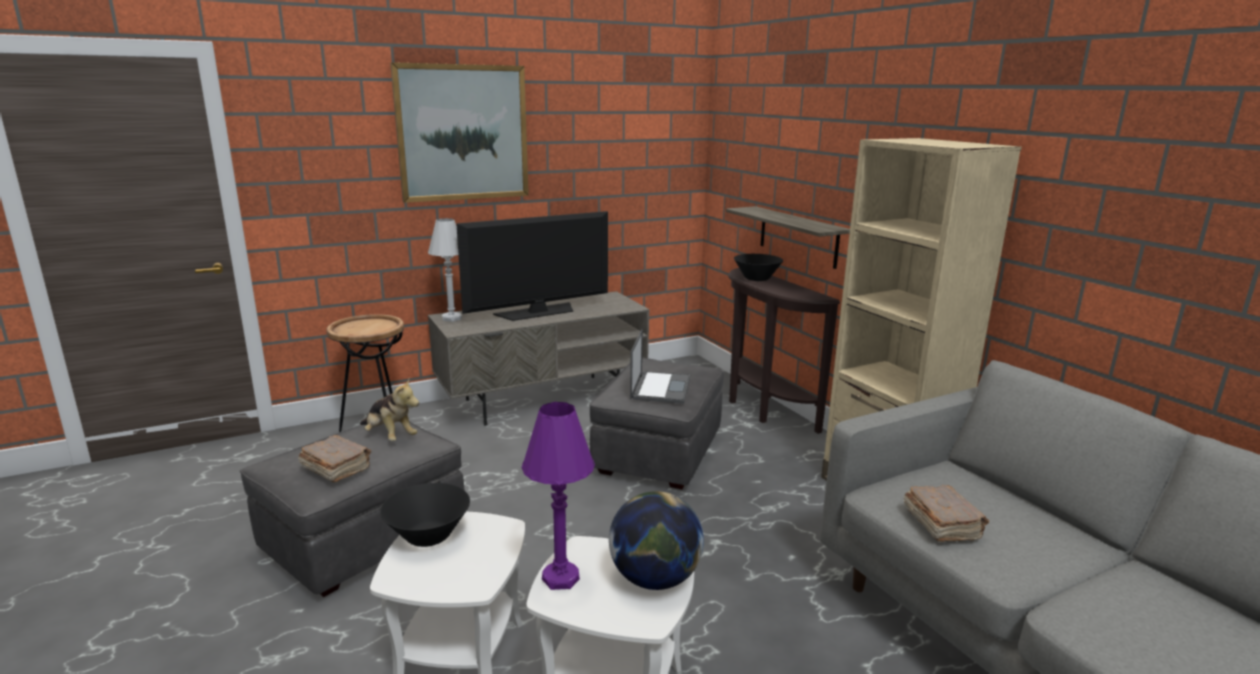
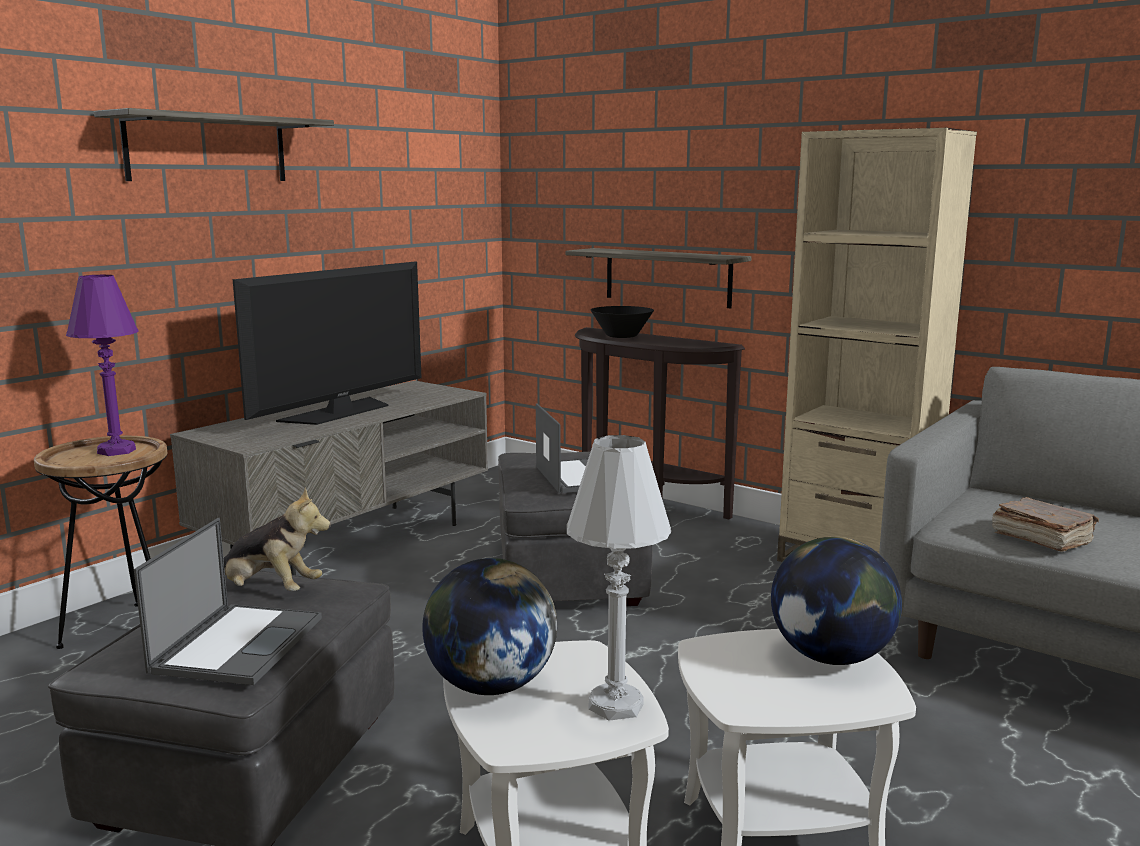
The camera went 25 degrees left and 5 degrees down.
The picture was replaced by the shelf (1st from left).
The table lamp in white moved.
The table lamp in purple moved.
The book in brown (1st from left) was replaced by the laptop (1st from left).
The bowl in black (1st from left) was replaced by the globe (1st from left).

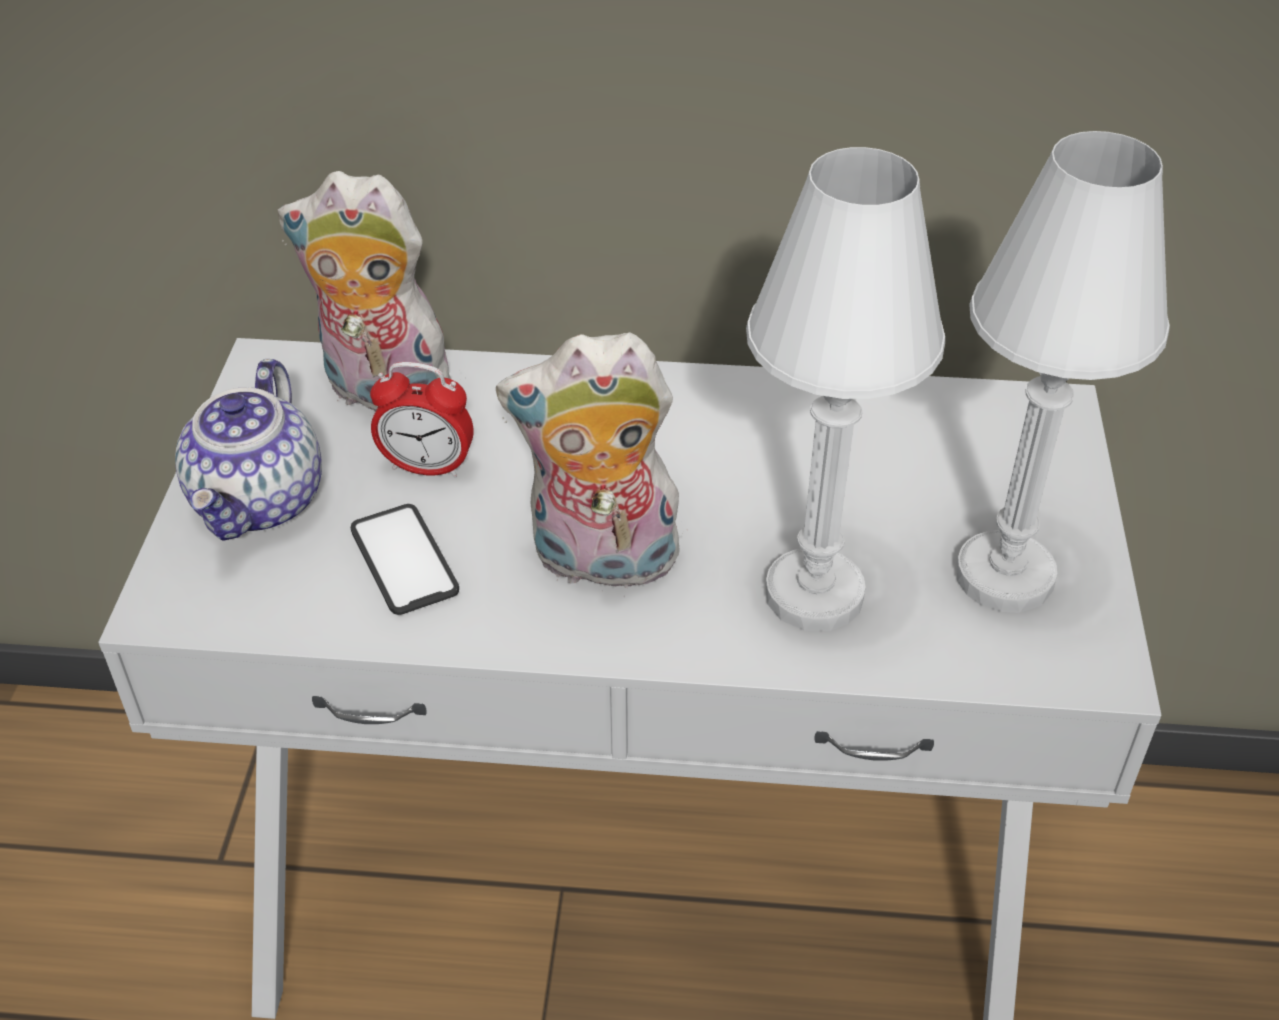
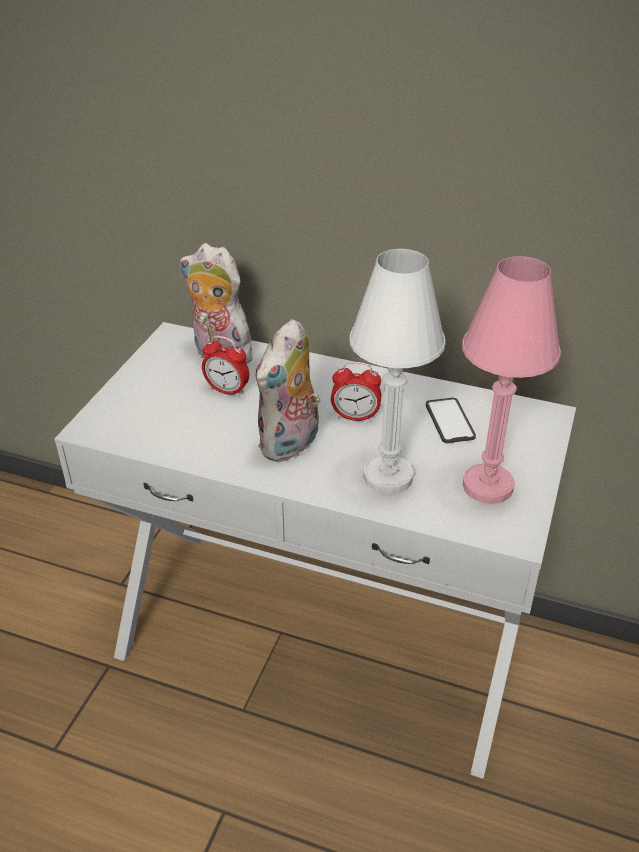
The camera went 15 degrees right and 5 degrees down.
The table lamp in white (2nd from left) became the table lamp in pink.
The plush toy (2nd from left) turned 75 degrees counterclockwise.
The teapot disappeared.
The phone moved.
The alarm clock (2nd from left) appeared.

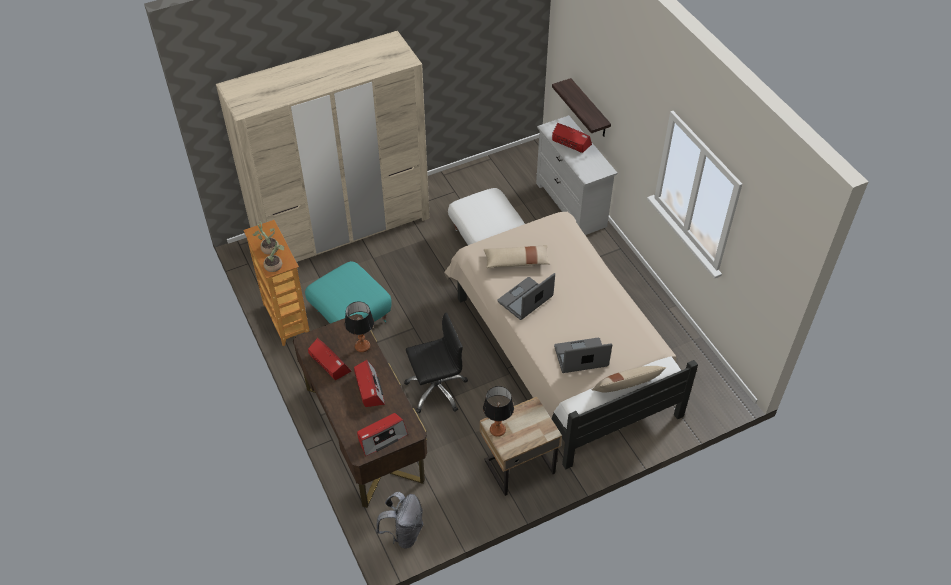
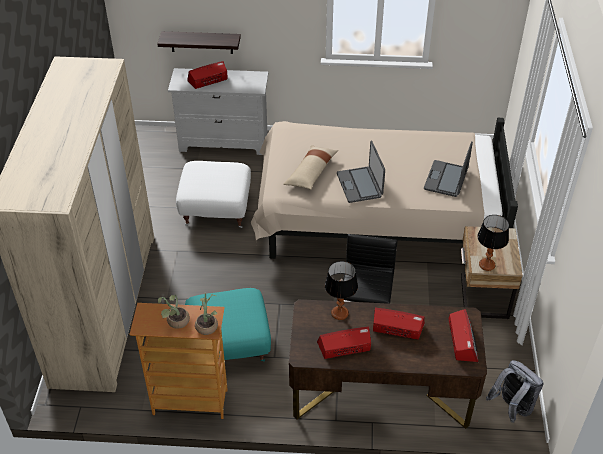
The camera went 60 degrees left and 5 degrees down.
The pillow in beige (2nd from left) disappeared.

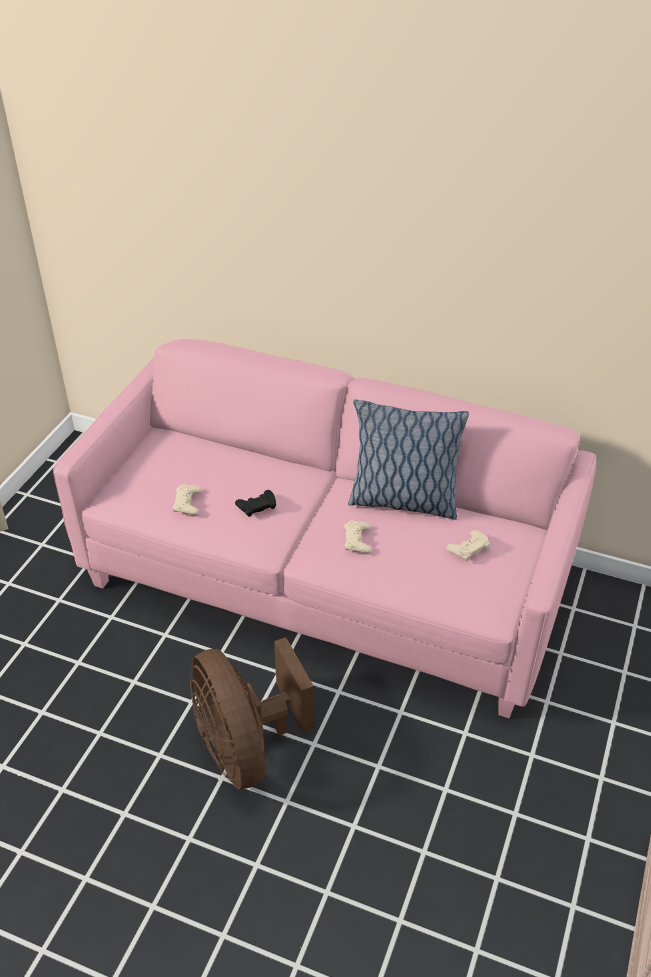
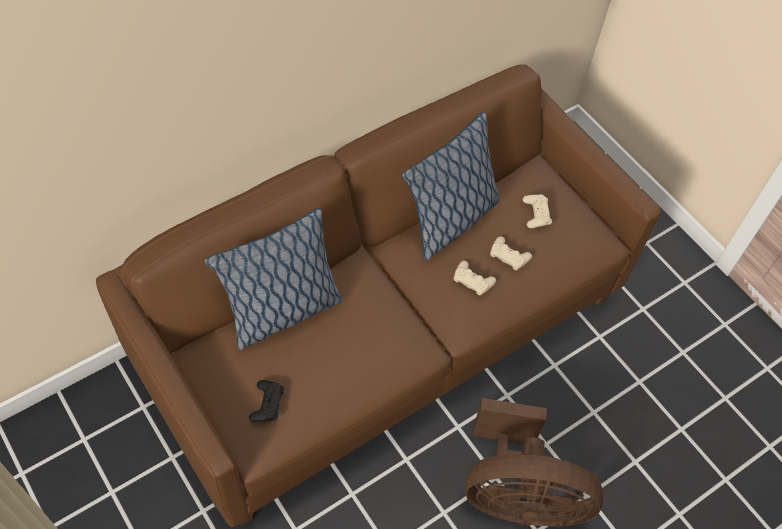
The camera went 60 degrees left and 15 degrees up.
The sofa in pink became the sofa in brown.
The game controller in beige (1st from left in the first image) moved.
The game controller in black moved.
The pillow (1st from left) appeared.

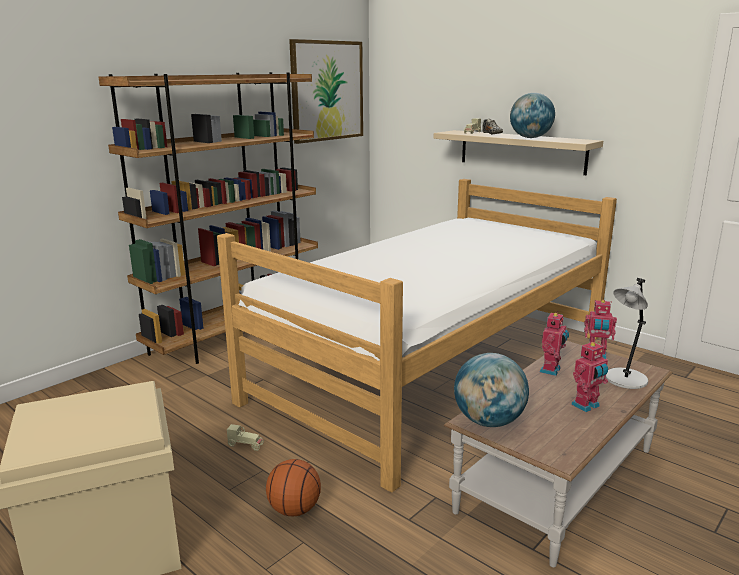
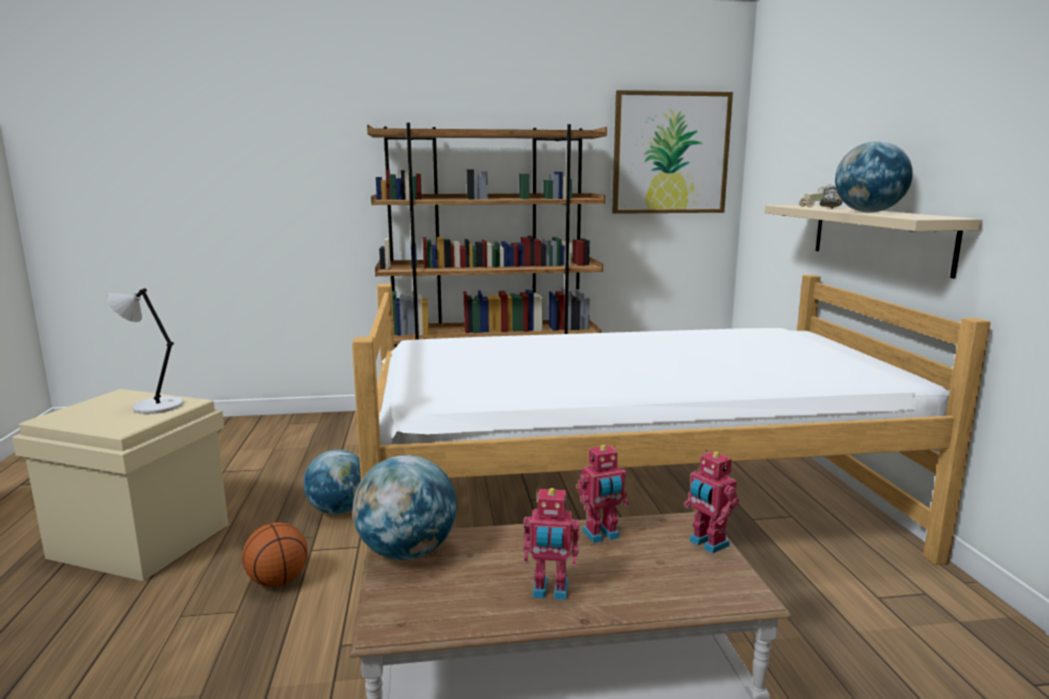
The camera went 40 degrees right and 5 degrees down.
The table lamp in grey moved.
The toy car in beige (1st from left) was replaced by the globe (1st from left).

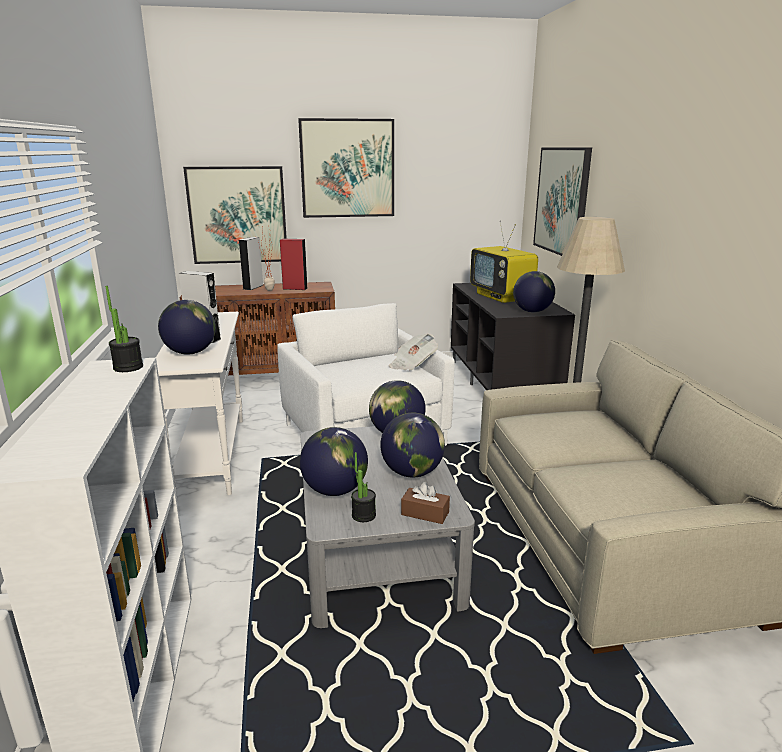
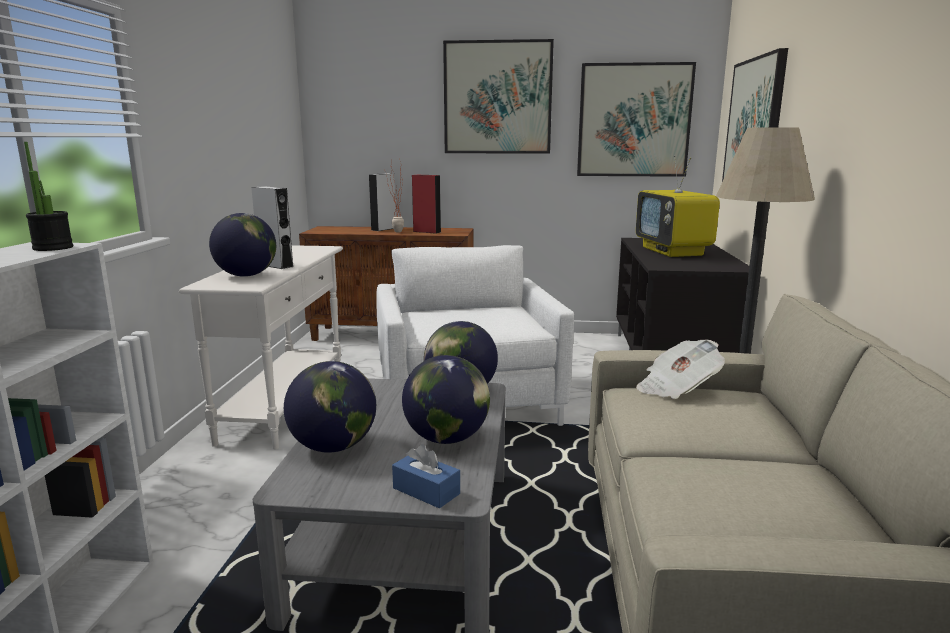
The camera went 15 degrees right and 5 degrees down.
The picture (1st from left in the first image) moved.
The globe (5th from left) disappeared.
The newspaper moved.
The potted plant (3rd from left) disappeared.
The tissue box in brown became the tissue box in blue.

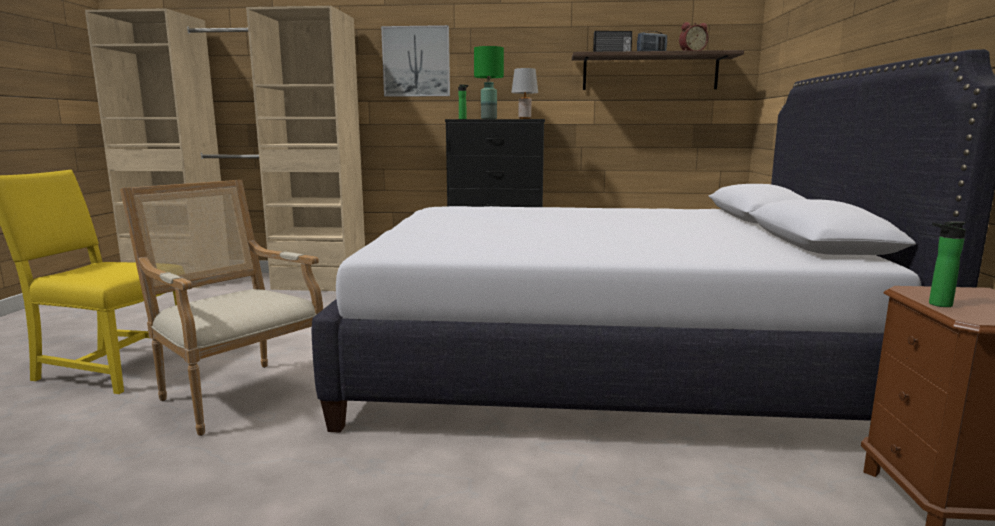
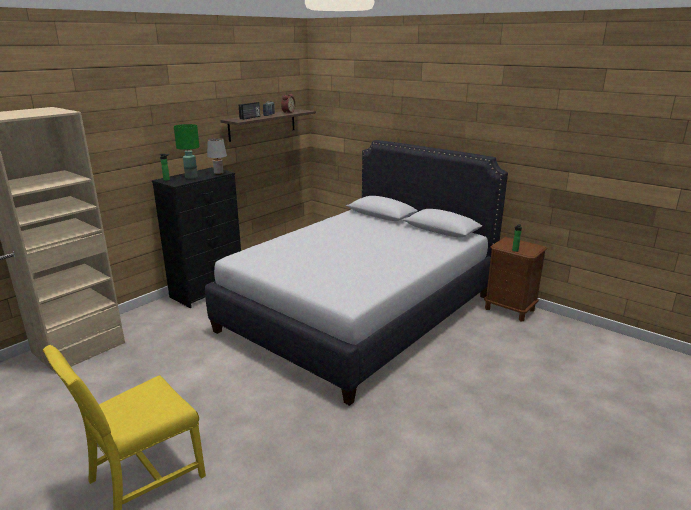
The camera went 55 degrees left and 10 degrees up.
The picture disappeared.
The armchair disappeared.

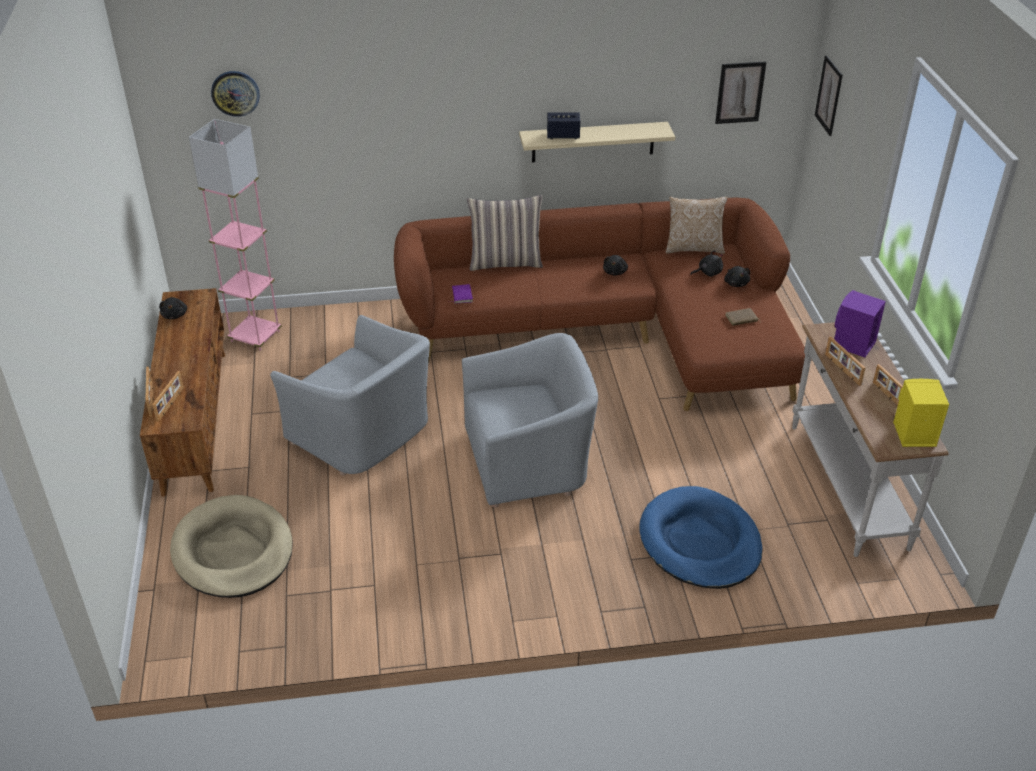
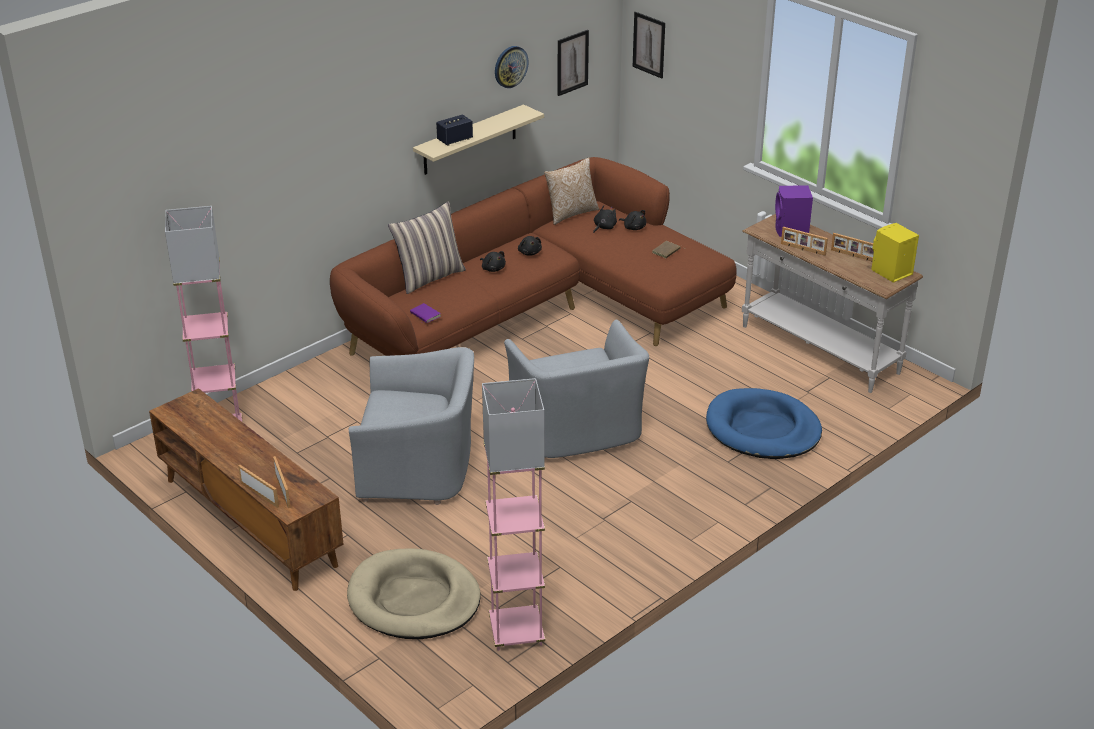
The camera went 35 degrees left and 5 degrees down.
The wall clock moved.
The plush toy in black (1st from left) moved.
The armchair in grey (2nd from left) turned 120 degrees clockwise.
The floor lamp in pink (2nd from left) appeared.

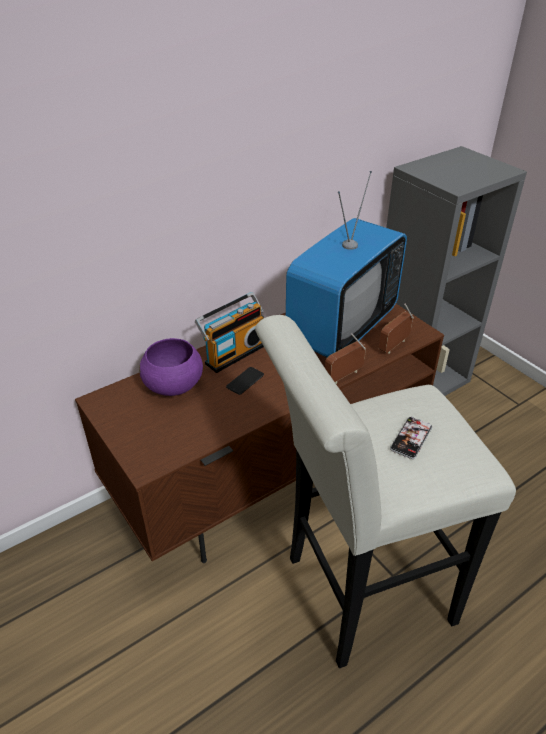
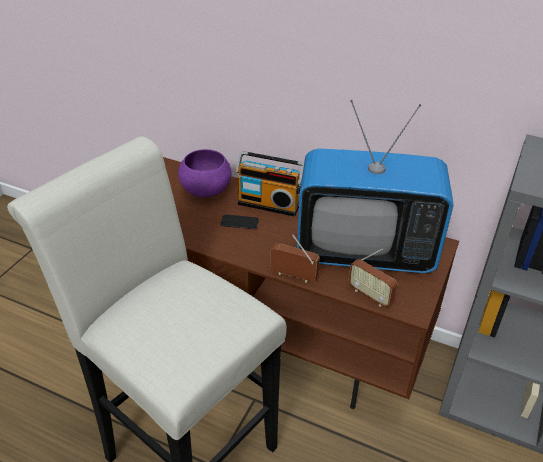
The camera went 60 degrees right and 0 degrees up.
The radio (3rd from left) turned 150 degrees counterclockwise.
The phone (2nd from left) disappeared.

